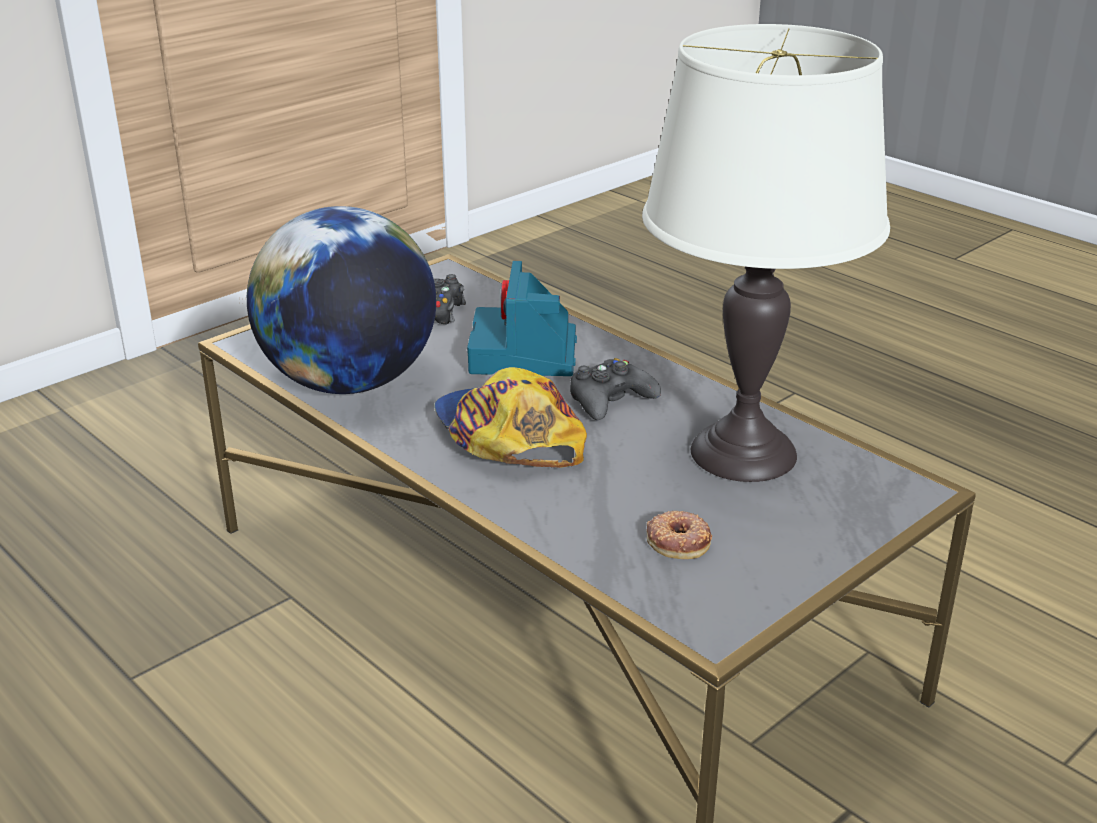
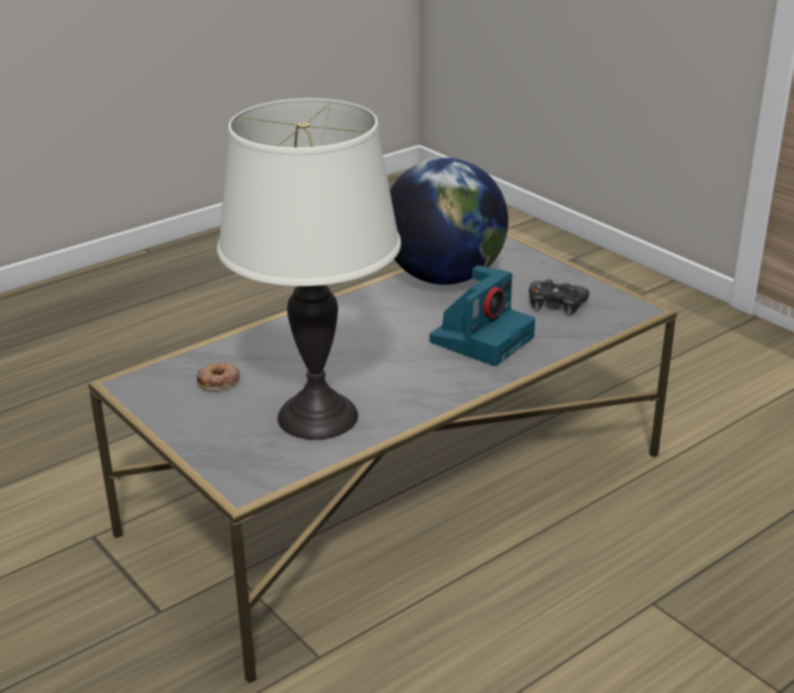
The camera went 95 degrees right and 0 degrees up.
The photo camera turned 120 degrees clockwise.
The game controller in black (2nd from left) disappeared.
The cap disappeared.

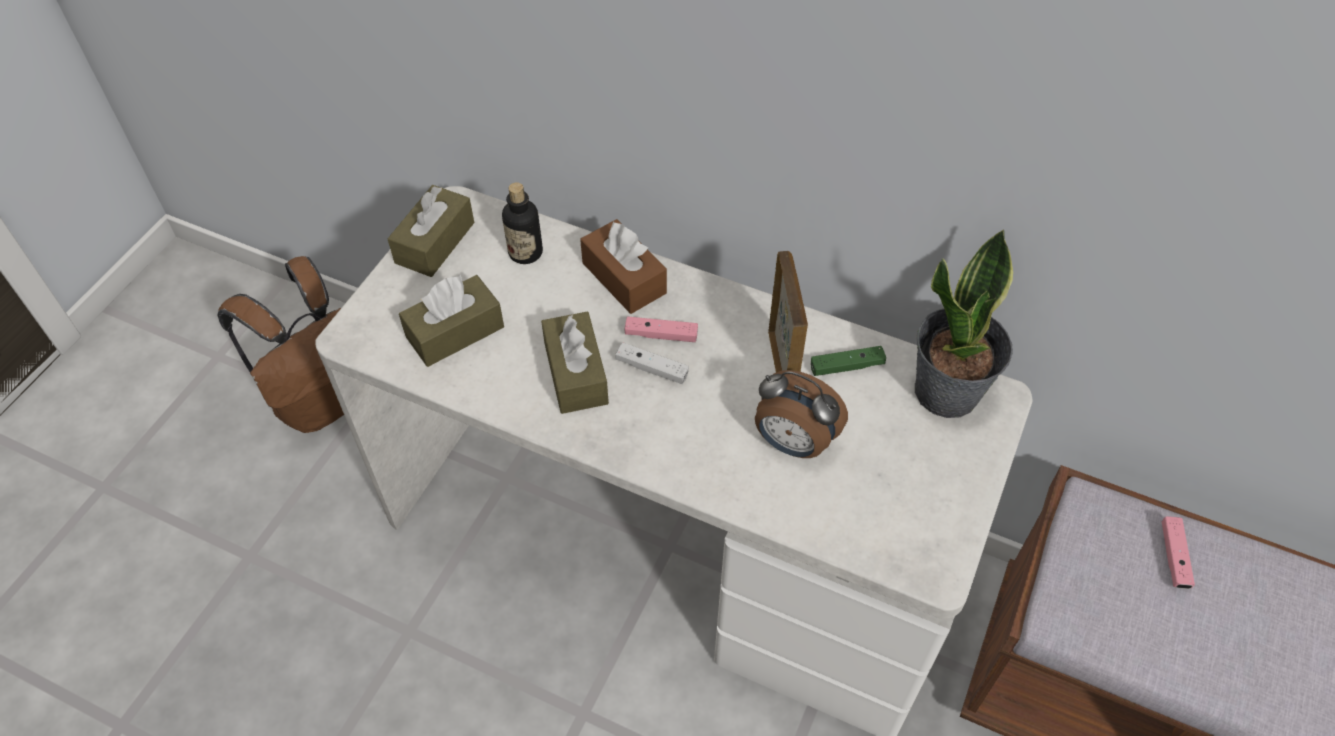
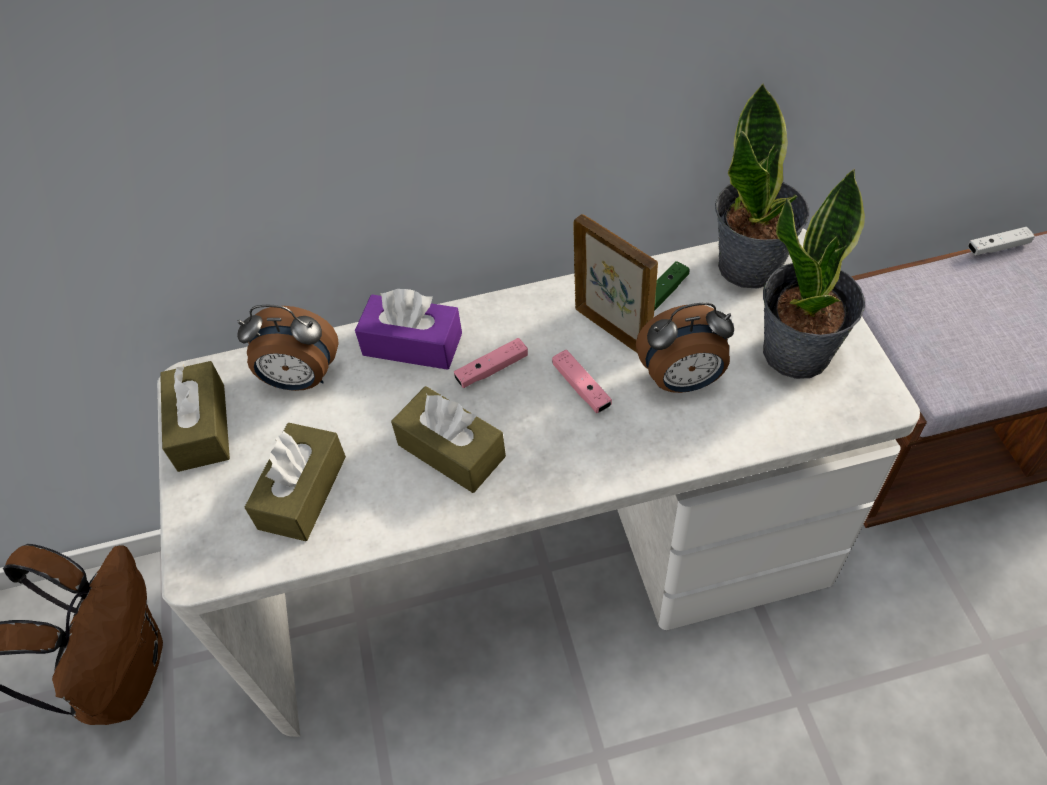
The camera went 35 degrees left and 0 degrees up.
The bottle was replaced by the alarm clock (1st from left).
The tissue box in brown (4th from left) became the tissue box in purple.
The game controller in white moved.
The game controller in pink (2nd from left) moved.
The potted plant (2nd from left) appeared.

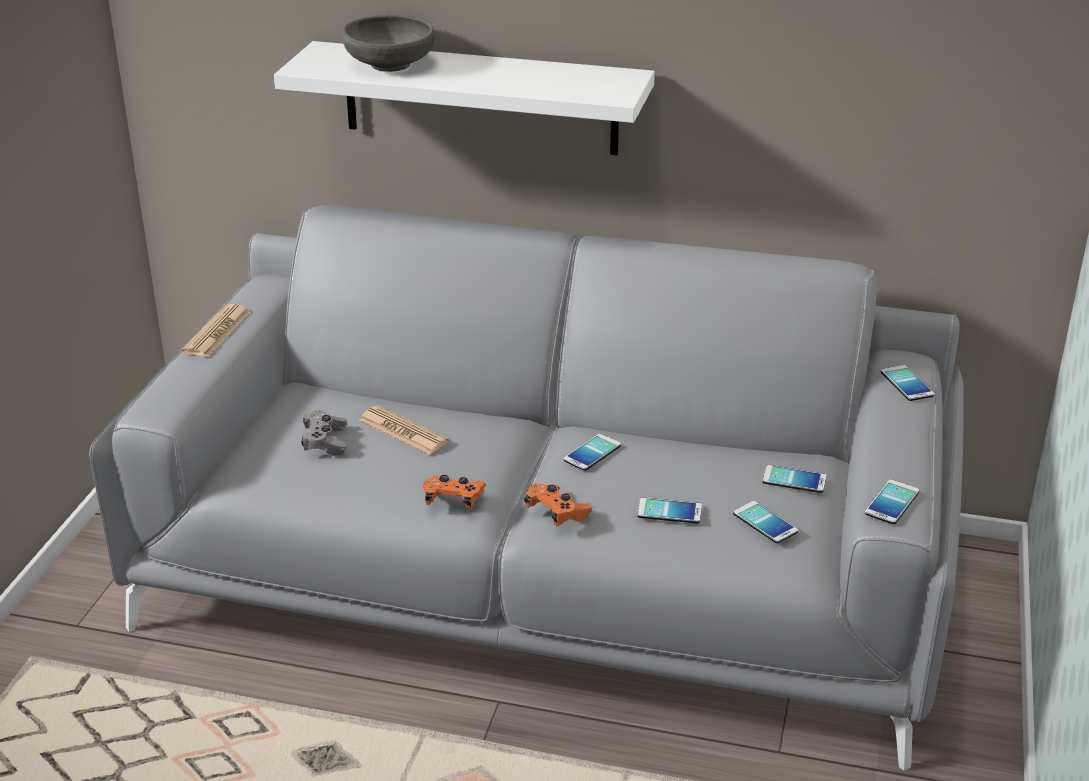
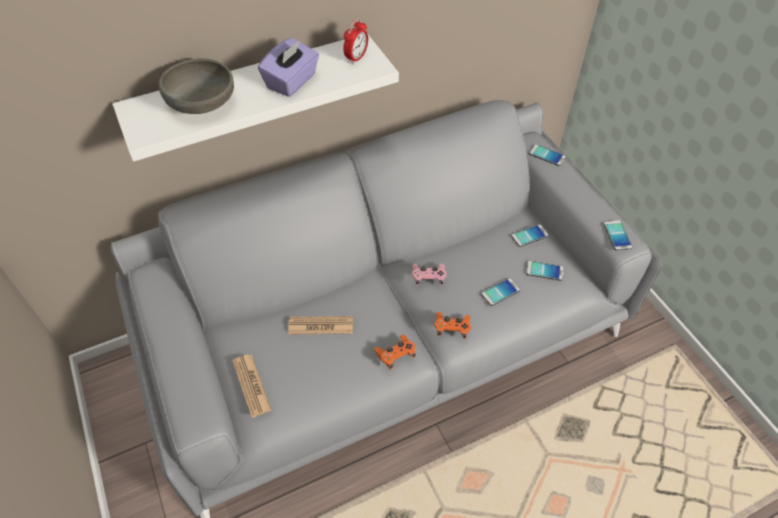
The camera went 40 degrees left and 20 degrees up.
The newspaper (1st from left) moved.
The game controller in grey disappeared.
The phone (1st from left) was replaced by the game controller in pink.
The alarm clock appeared.
The tissue box in purple appeared.

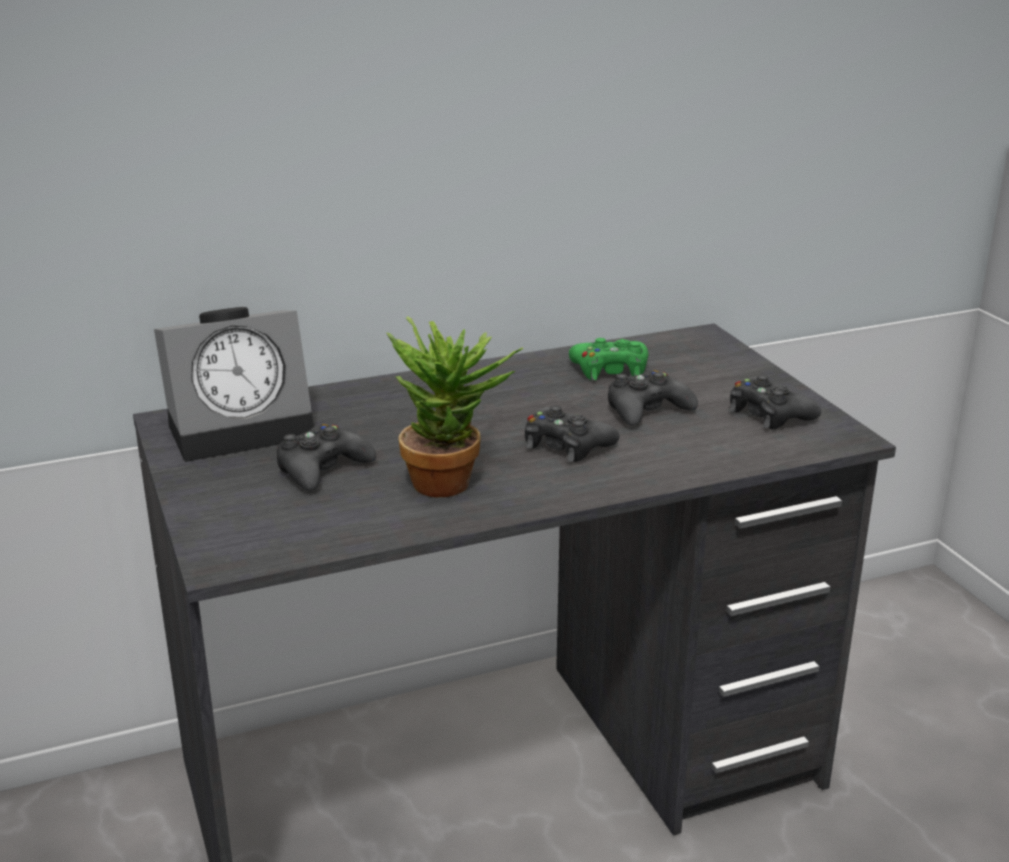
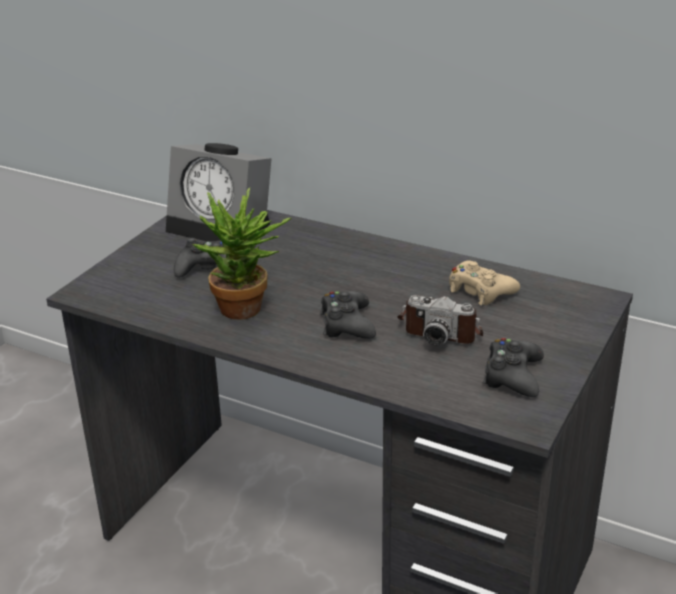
The camera went 50 degrees right and 5 degrees up.
The game controller in green became the game controller in beige.
The game controller in black (3rd from left) was replaced by the photo camera.

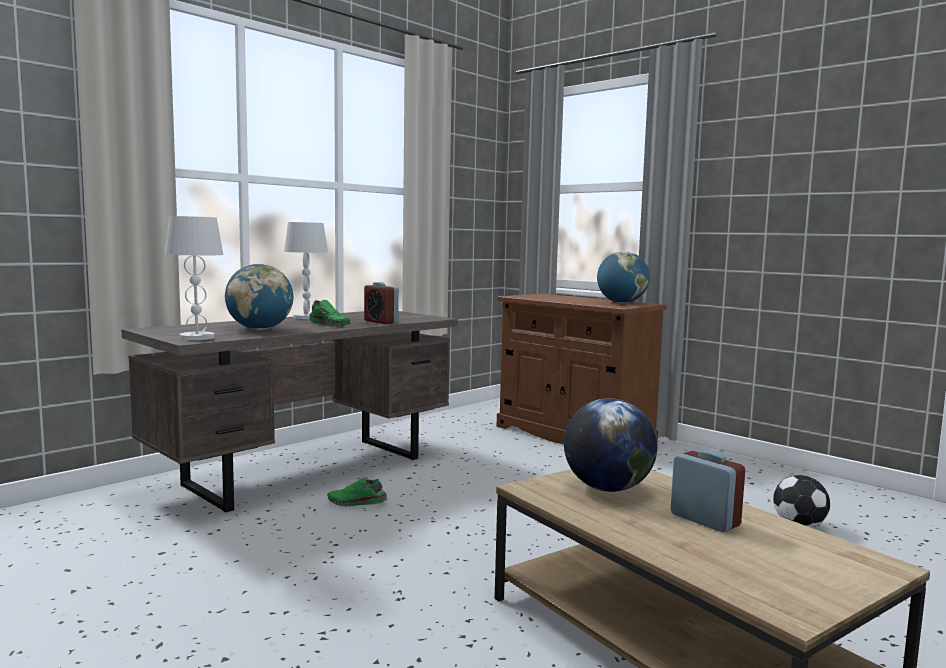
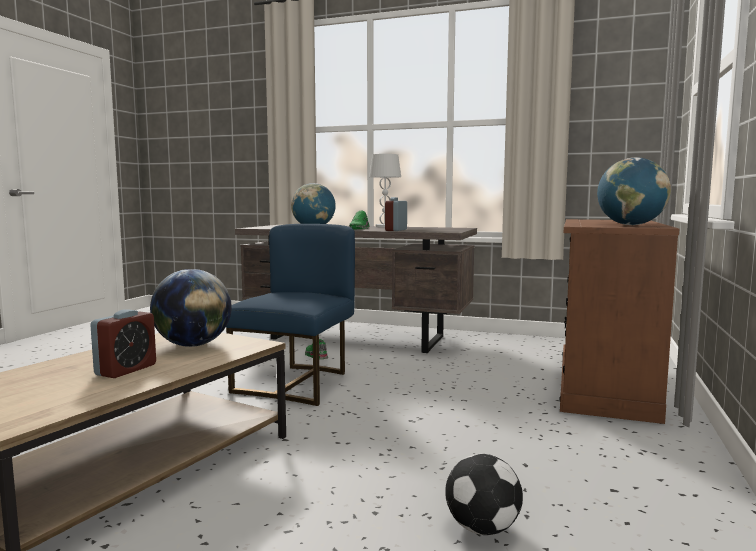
The camera went 65 degrees right and 0 degrees up.
The table lamp in white (1st from left) disappeared.
The chair in blue appeared.

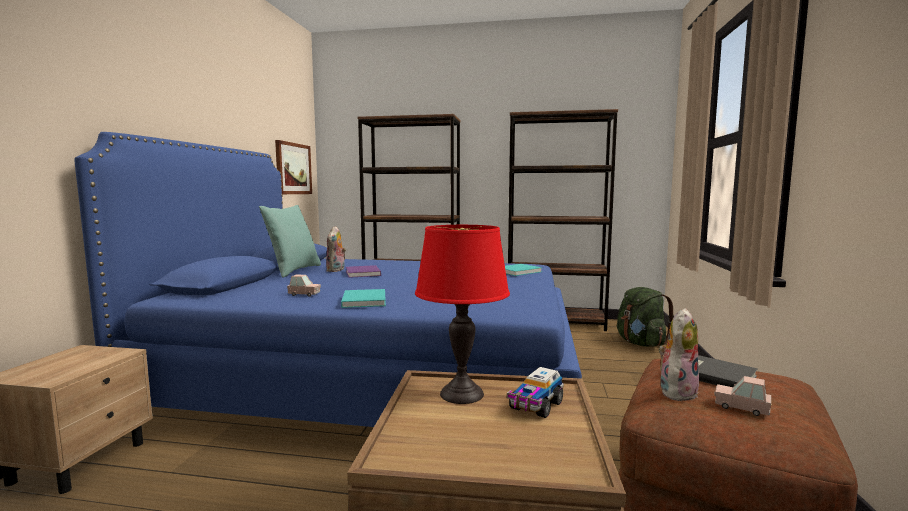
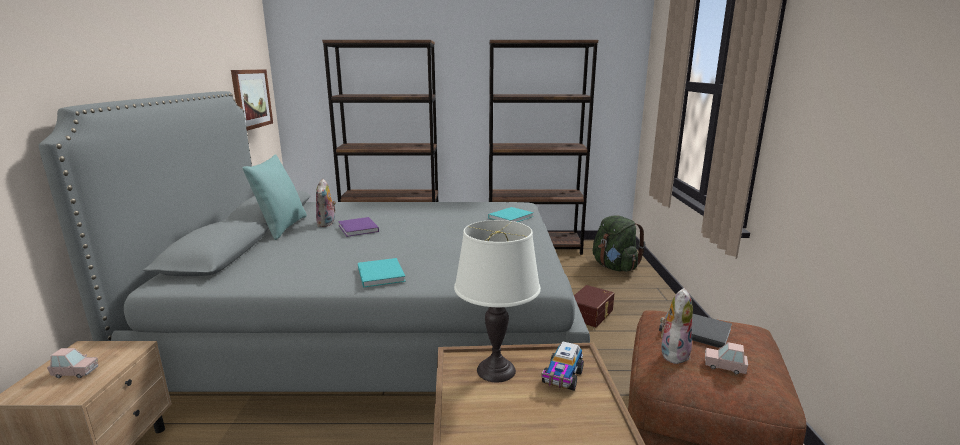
The camera went 10 degrees left and 10 degrees up.
The bed in blue became the bed in grey.
The table lamp in red became the table lamp in white.
The toy car in pink (1st from left) moved.
The storage box in brown appeared.

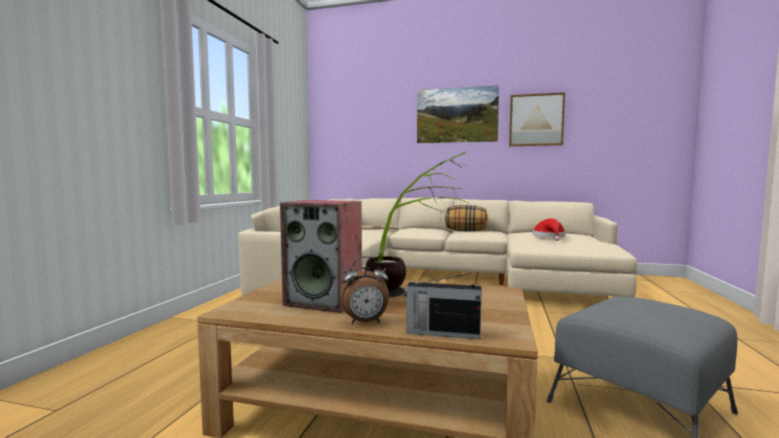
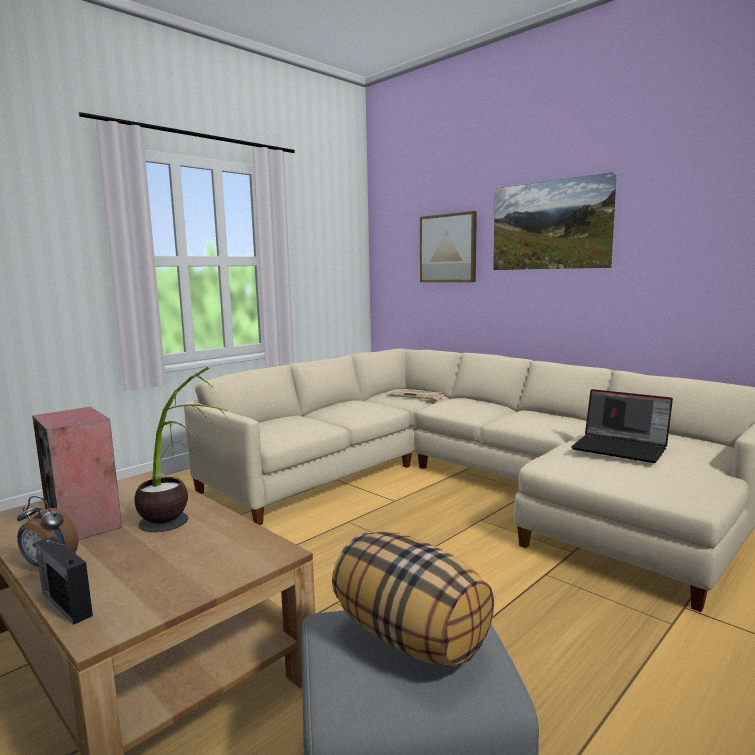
The camera went 30 degrees right and 5 degrees up.
The picture (2nd from left in the first image) moved.
The pillow moved.
The hat in red was replaced by the laptop.

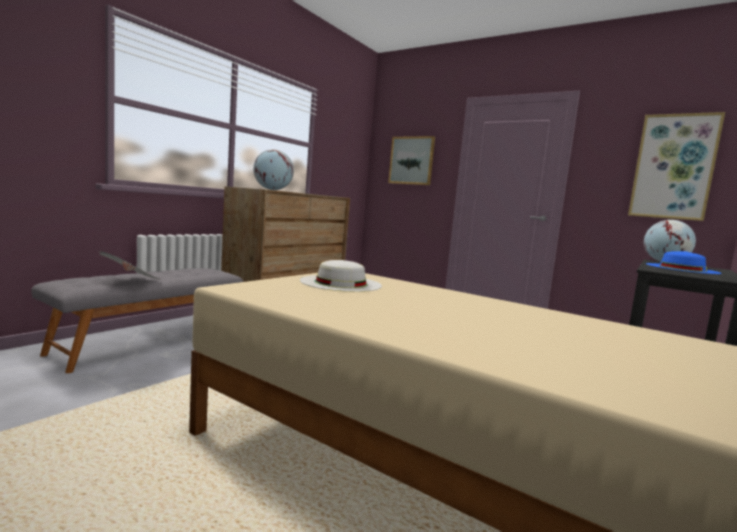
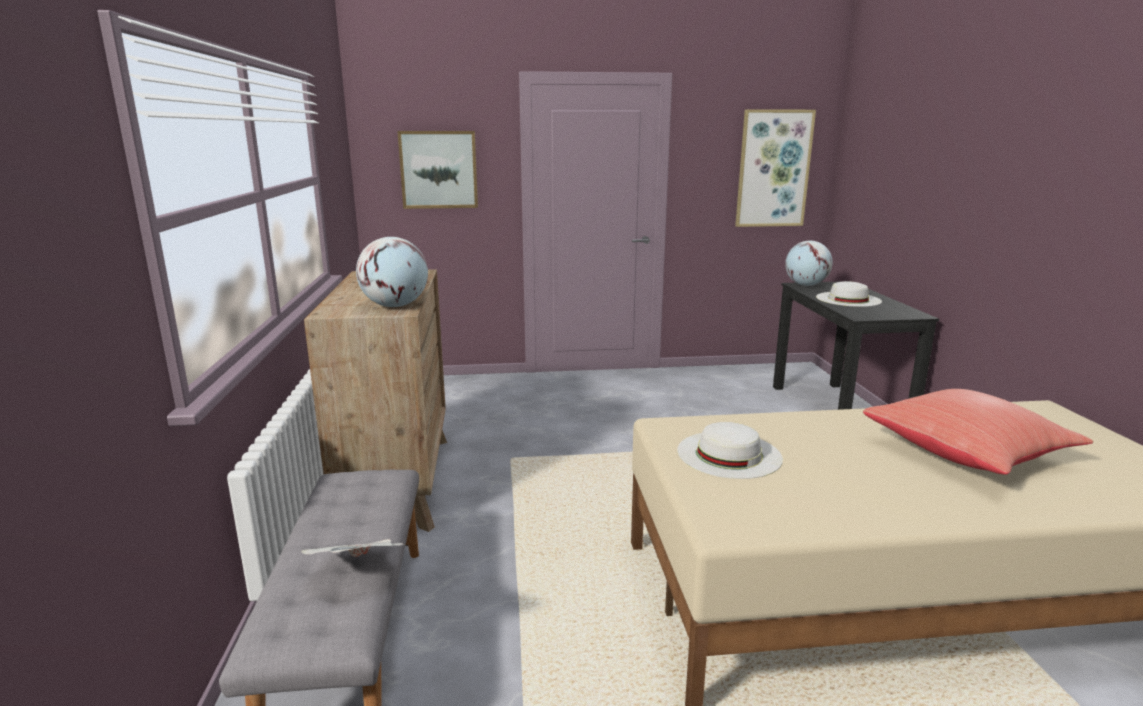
The camera went 40 degrees left and 10 degrees up.
The hat in blue became the hat in white (2nd from left).
The pillow in red appeared.

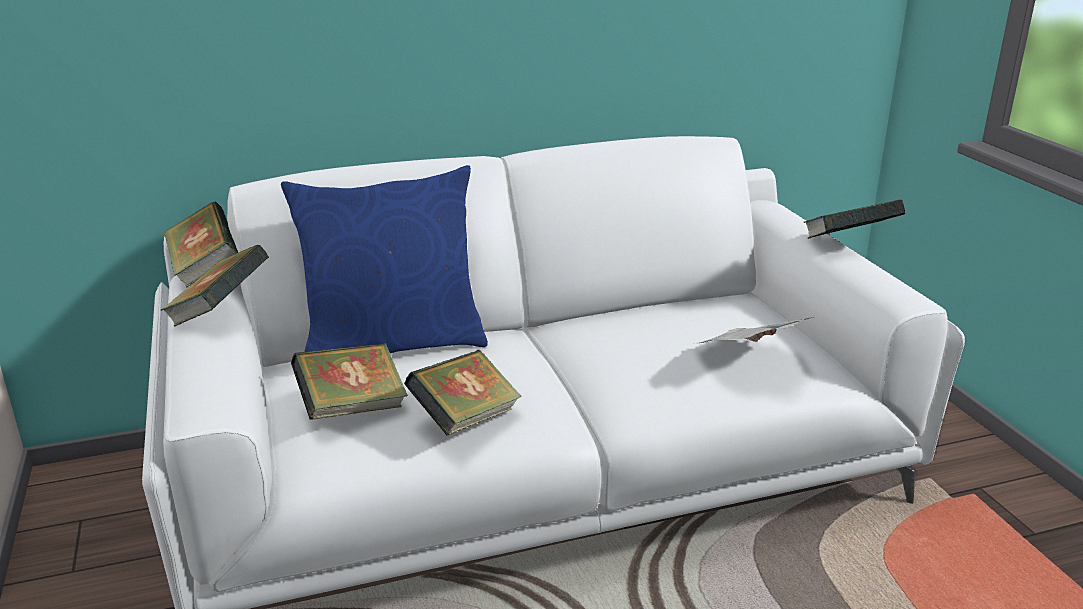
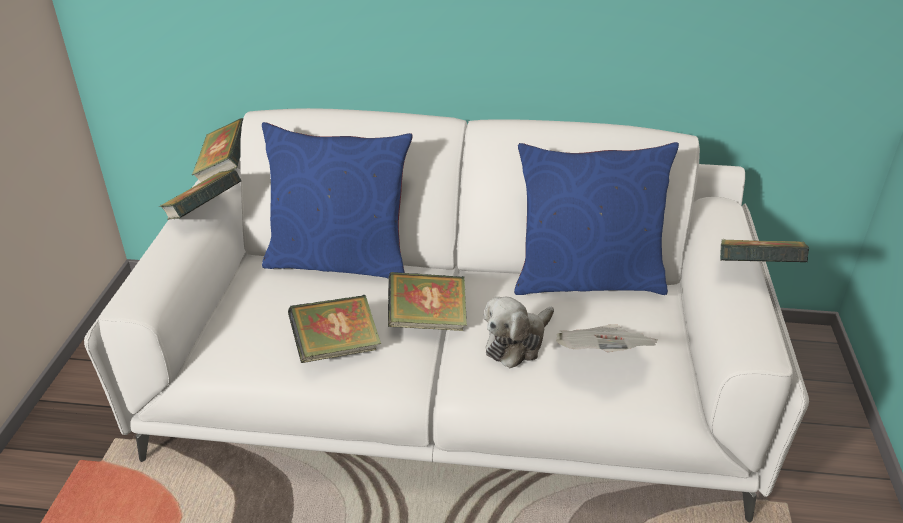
The camera went 25 degrees right and 10 degrees up.
The book (3rd from left in the first image) moved.
The pillow in blue (2nd from left) appeared.
The plush toy appeared.

